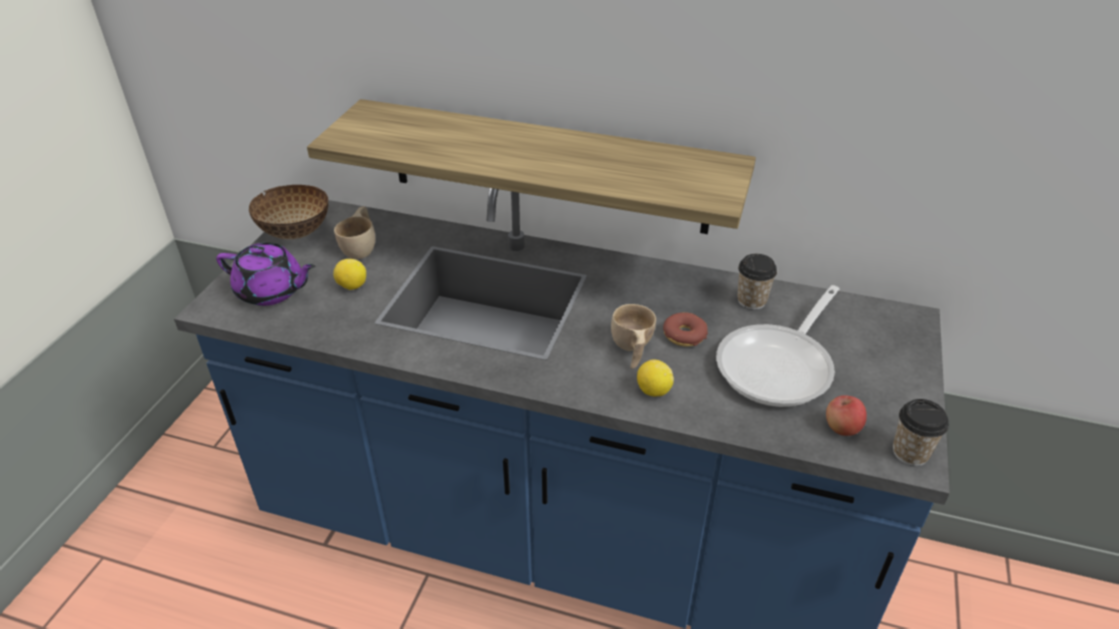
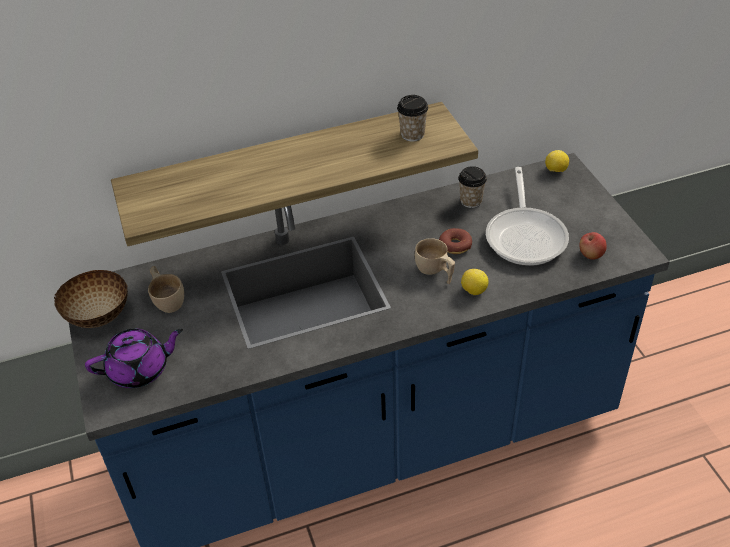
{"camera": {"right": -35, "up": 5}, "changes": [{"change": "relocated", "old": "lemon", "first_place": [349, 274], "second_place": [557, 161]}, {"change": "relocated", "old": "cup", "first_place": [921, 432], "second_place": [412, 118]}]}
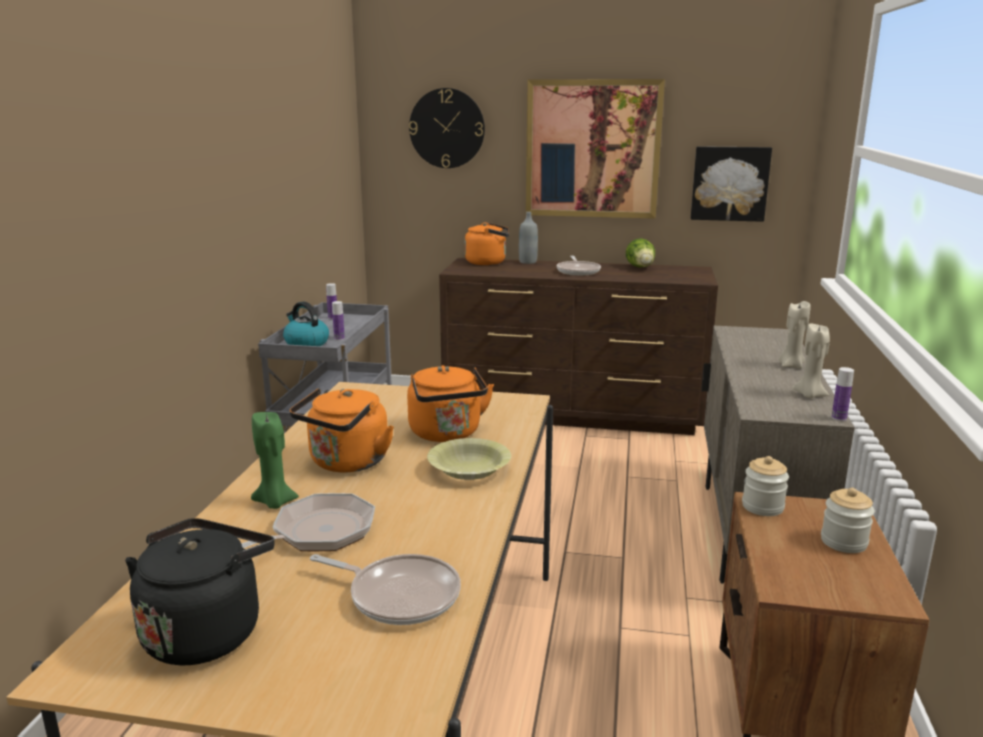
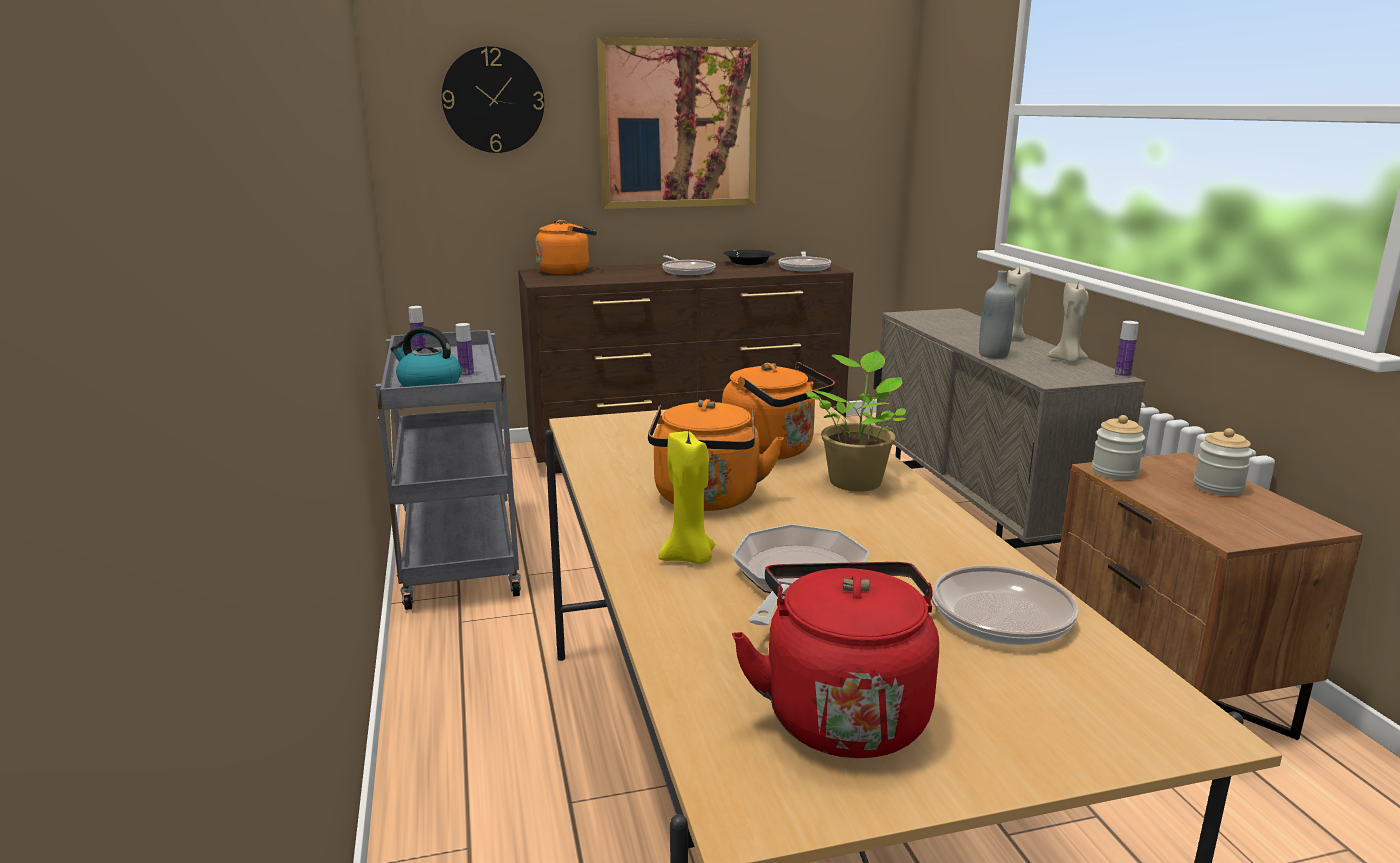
{"camera": {"right": -25, "up": 0}, "changes": [{"change": "missing", "old": "picture", "first_place": [731, 184]}, {"change": "relocated", "old": "bottle (grey)", "first_place": [528, 238], "second_place": [997, 314]}, {"change": "exchanged", "old": "lettuce", "new": "bowl (black)", "first_place": [640, 252], "second_place": [749, 257]}, {"change": "colour", "old": "candle (green)", "new": "candle (yellow)", "first_place": [275, 460], "second_place": [686, 497]}, {"change": "exchanged", "old": "bowl (yellow)", "new": "potted plant", "first_place": [469, 459], "second_place": [855, 421]}, {"change": "colour", "old": "kettle (black)", "new": "kettle (red)", "first_place": [200, 591], "second_place": [835, 660]}, {"change": "appeared", "new": "frying pan", "second_place": [805, 262]}]}
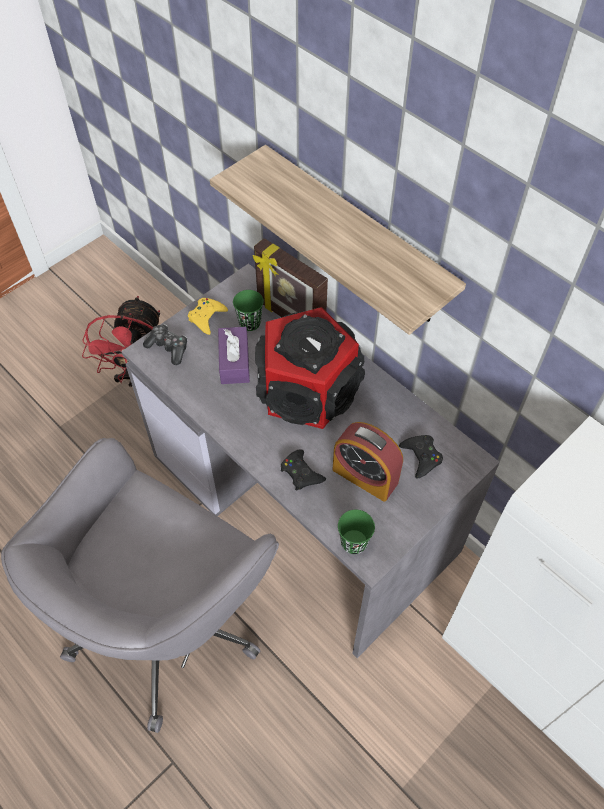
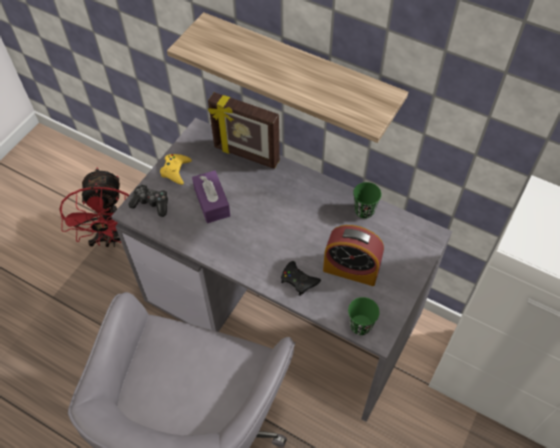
{"camera": {"right": -15, "up": 0}, "changes": [{"change": "relocated", "old": "cup (green)", "first_place": [248, 310], "second_place": [367, 200]}, {"change": "missing", "old": "speaker", "first_place": [310, 368]}, {"change": "missing", "old": "game controller (black)", "first_place": [421, 456]}]}
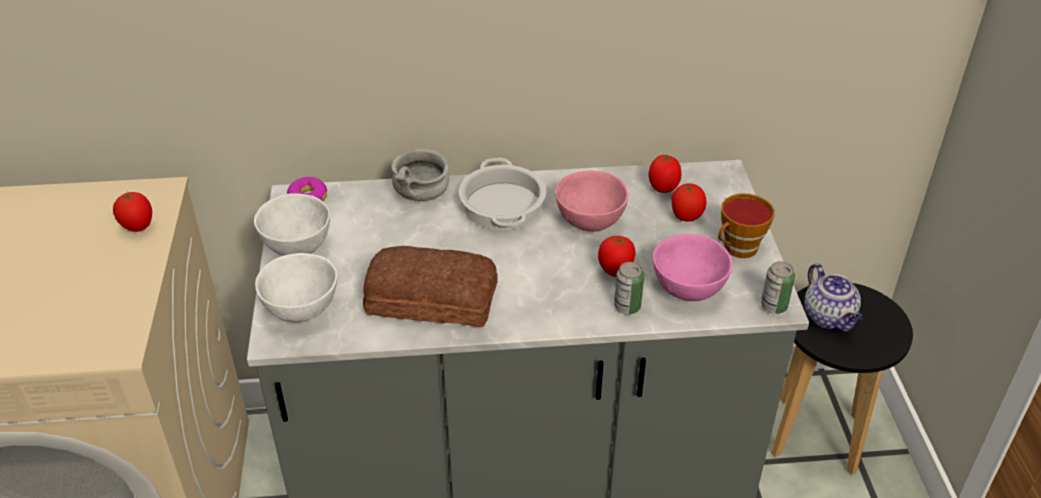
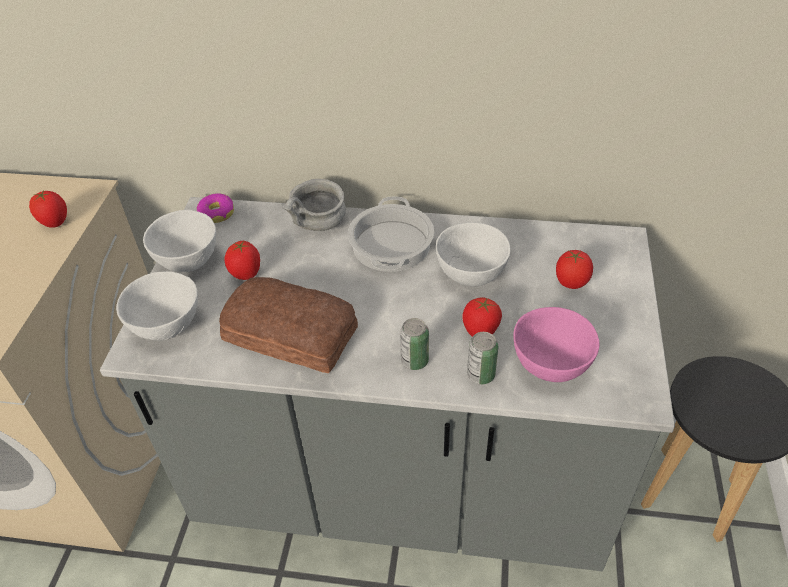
{"camera": {"right": 15, "up": 5}, "changes": [{"change": "relocated", "old": "tomato", "first_place": [664, 174], "second_place": [242, 260]}, {"change": "colour", "old": "bowl (pink)", "new": "bowl (white)", "first_place": [592, 201], "second_place": [473, 255]}, {"change": "missing", "old": "cup", "first_place": [746, 226]}, {"change": "relocated", "old": "can", "first_place": [778, 287], "second_place": [414, 344]}, {"change": "missing", "old": "teapot", "first_place": [833, 297]}]}
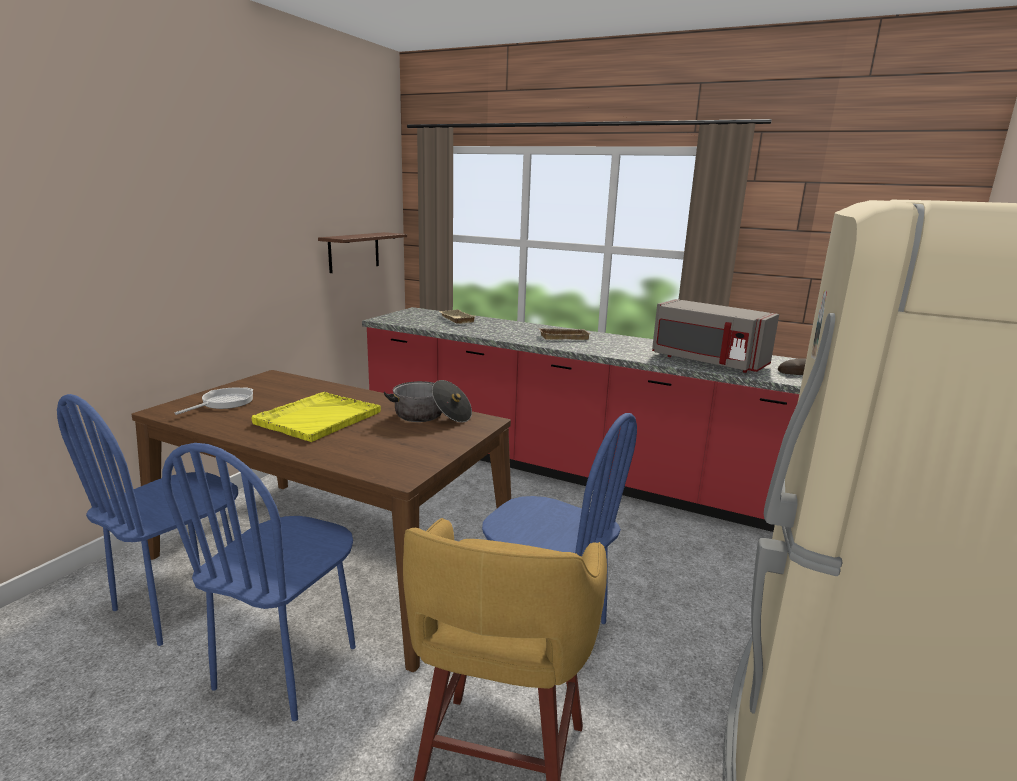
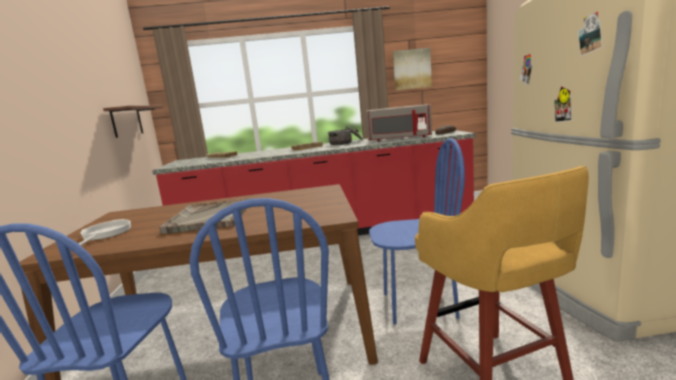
{"camera": {"right": -30, "up": -5}, "changes": [{"change": "relocated", "old": "cooking pot", "first_place": [428, 401], "second_place": [345, 135]}, {"change": "colour", "old": "tray (yellow)", "new": "tray (grey)", "first_place": [316, 417], "second_place": [204, 216]}, {"change": "appeared", "new": "picture", "second_place": [412, 69]}]}
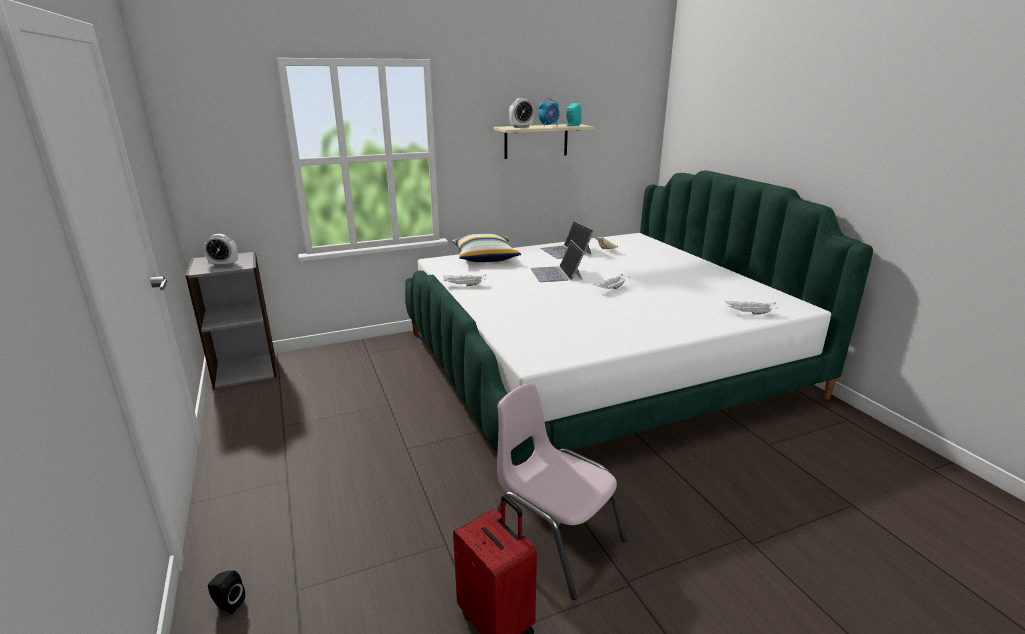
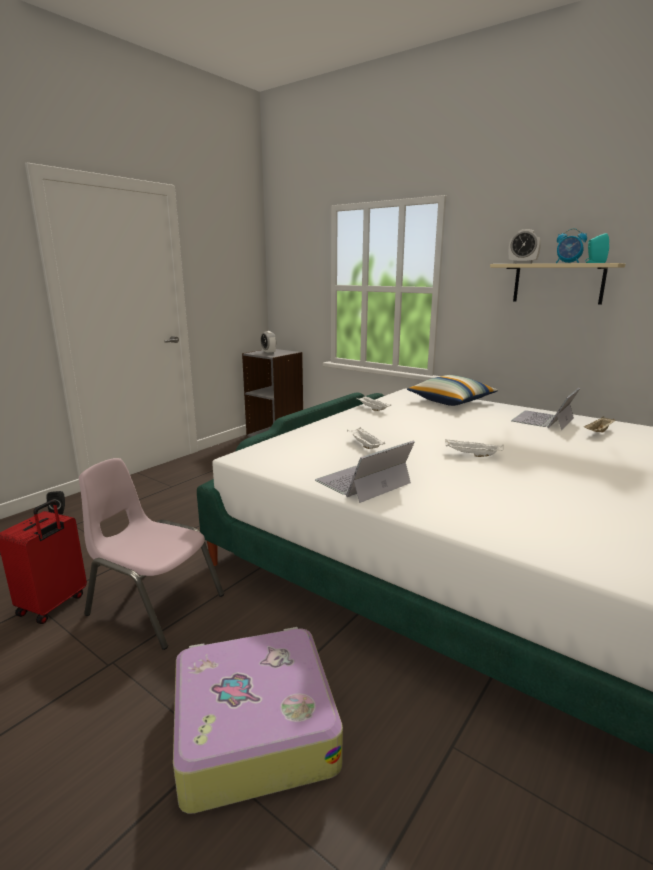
{"camera": {"right": 60, "up": -5}, "changes": [{"change": "relocated", "old": "laptop", "first_place": [557, 261], "second_place": [365, 472]}, {"change": "relocated", "old": "tray (white)", "first_place": [752, 308], "second_place": [366, 438]}, {"change": "spun", "old": "chair (pink)", "first_place": [562, 491], "second_place": [151, 554], "degrees": -75}, {"change": "appeared", "new": "suitcase", "second_place": [258, 720]}]}
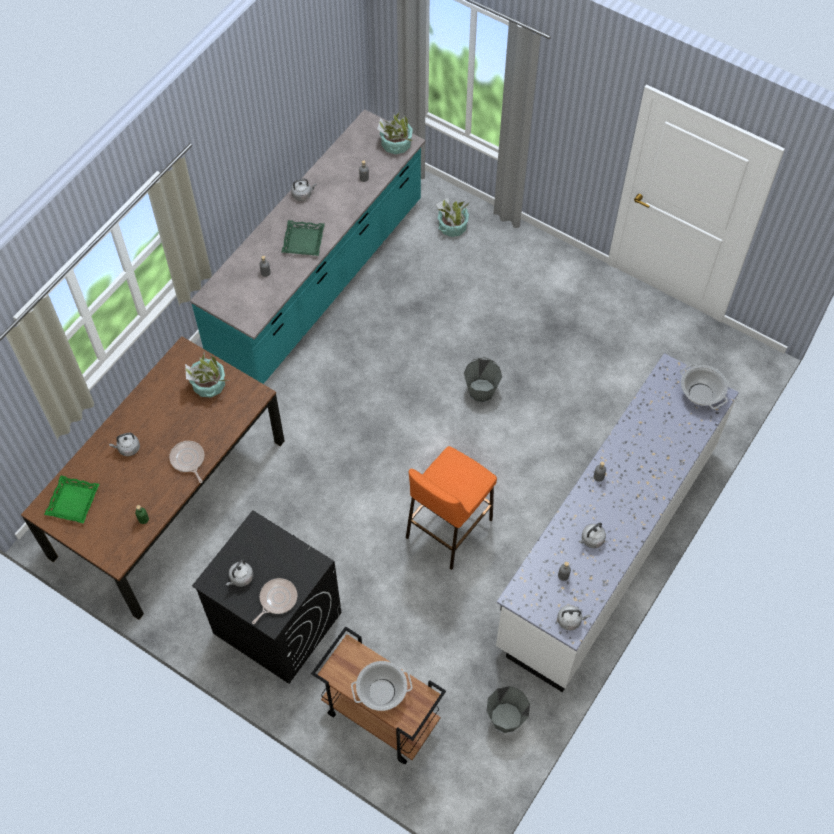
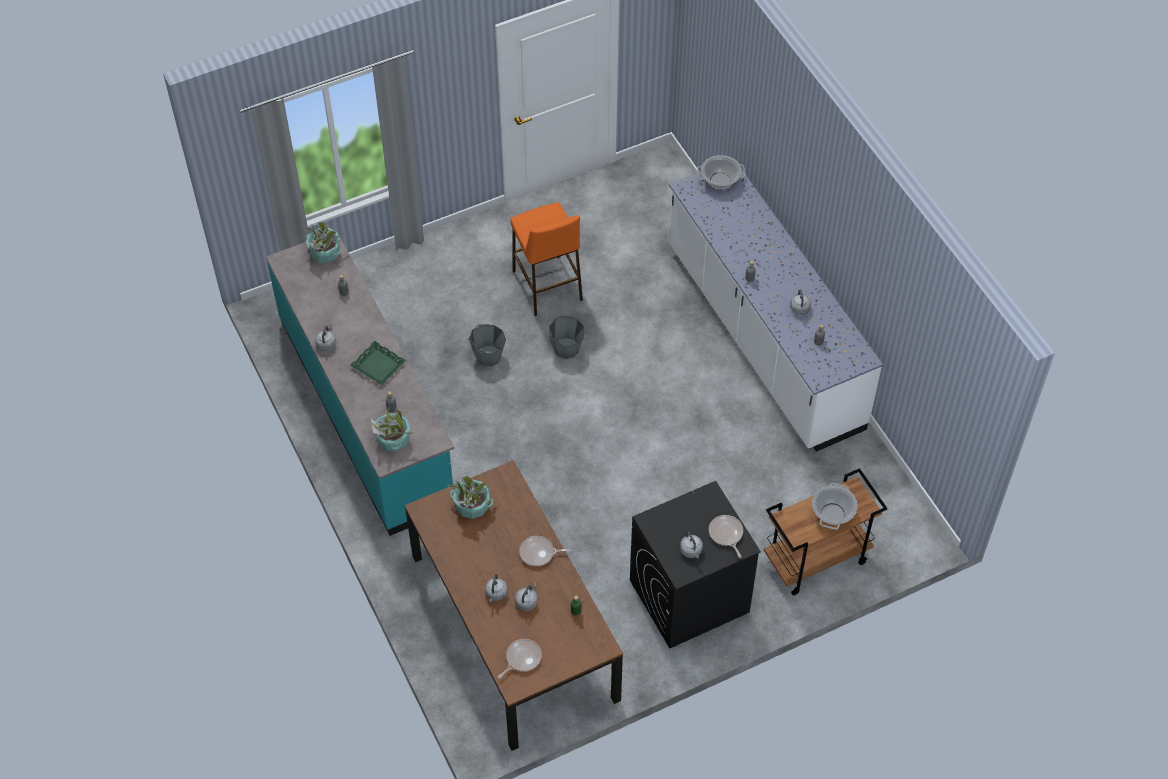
{"camera": {"right": -60, "up": -5}, "changes": [{"change": "relocated", "old": "potted plant", "first_place": [452, 217], "second_place": [394, 428]}, {"change": "relocated", "old": "stool (orange)", "first_place": [451, 508], "second_place": [547, 259]}, {"change": "exchanged", "old": "tray (green)", "new": "frying pan", "first_place": [71, 500], "second_place": [520, 659]}, {"change": "relocated", "old": "kettle (grey)", "first_place": [573, 618], "second_place": [526, 597]}, {"change": "relocated", "old": "bucket (grey)", "first_place": [508, 709], "second_place": [487, 345]}]}
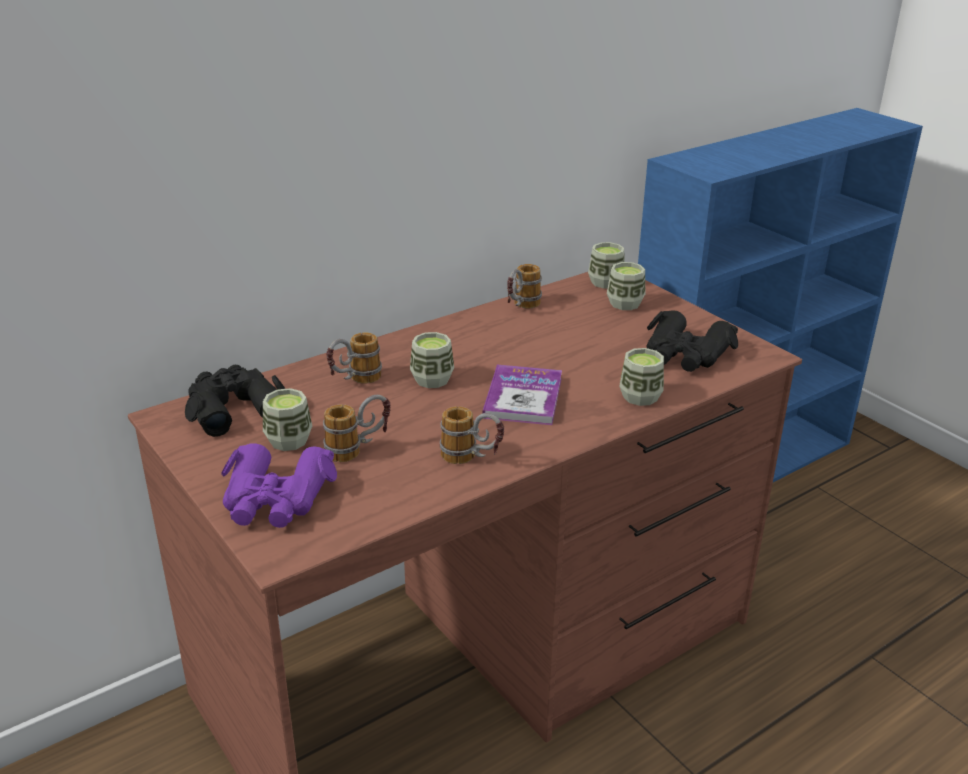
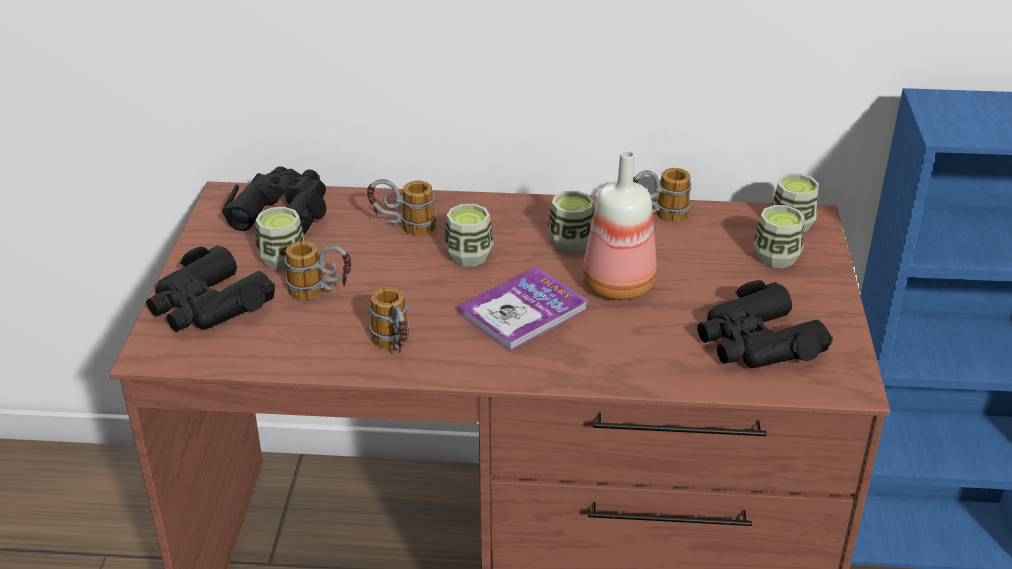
{"camera": {"right": 40, "up": 5}, "changes": [{"change": "relocated", "old": "cup", "first_place": [641, 377], "second_place": [571, 222]}, {"change": "colour", "old": "binoculars (purple)", "new": "binoculars (black)", "first_place": [279, 485], "second_place": [210, 288]}, {"change": "appeared", "new": "bottle", "second_place": [620, 225]}]}
